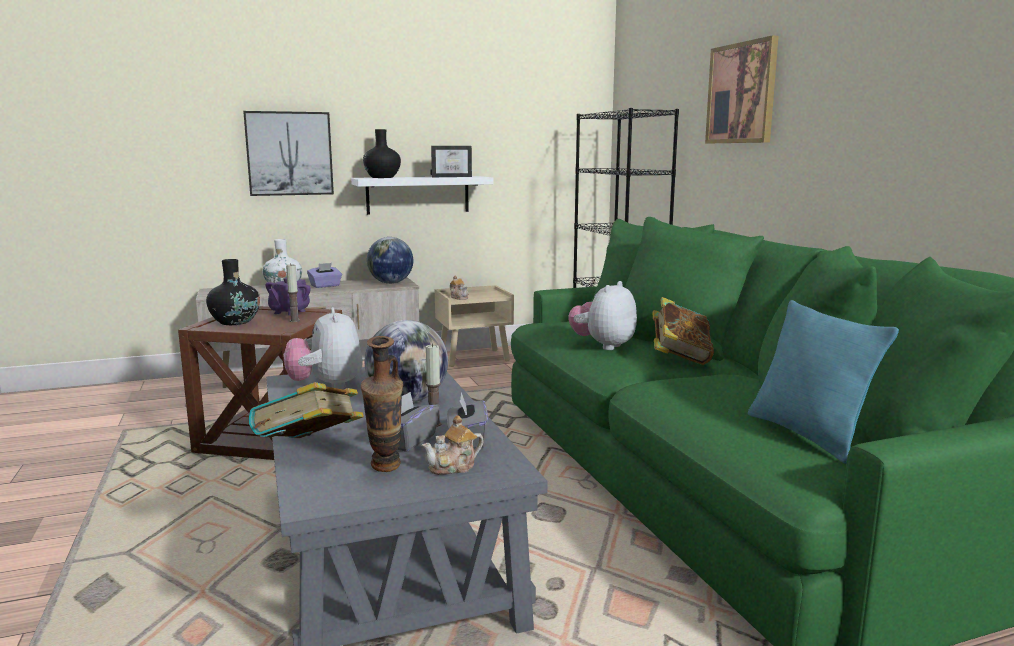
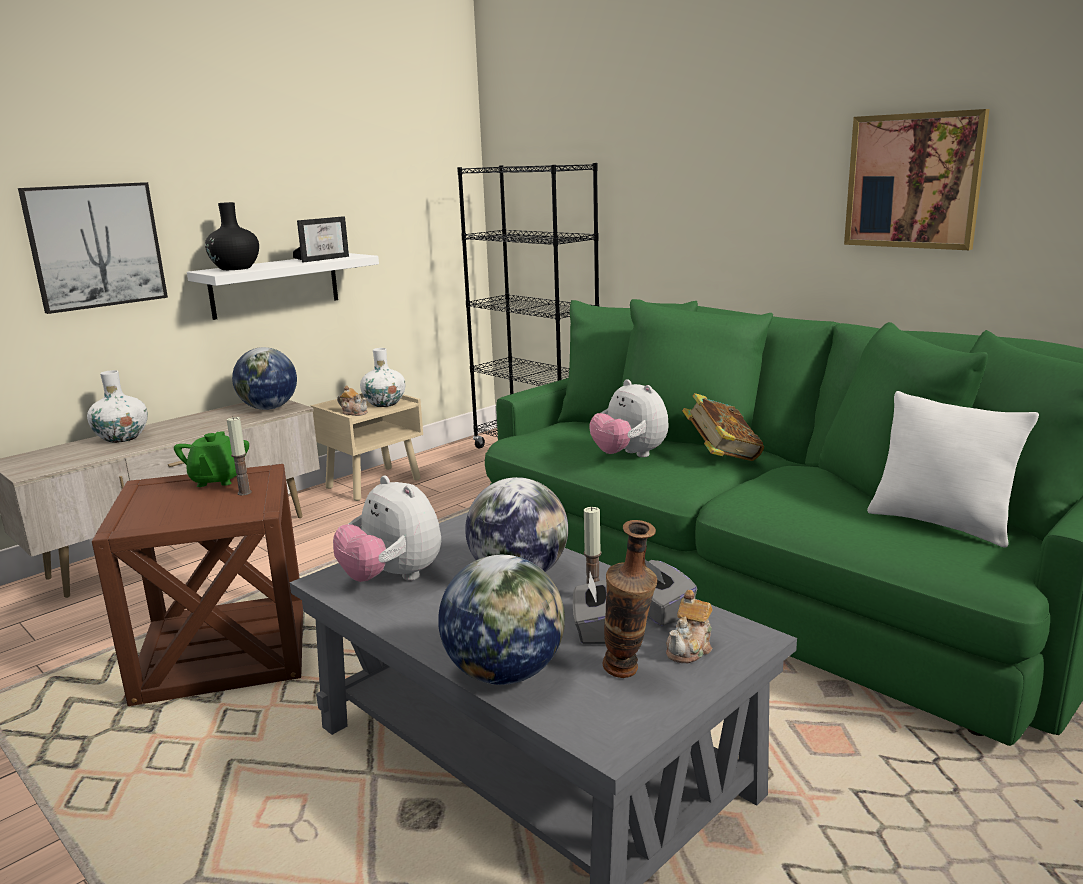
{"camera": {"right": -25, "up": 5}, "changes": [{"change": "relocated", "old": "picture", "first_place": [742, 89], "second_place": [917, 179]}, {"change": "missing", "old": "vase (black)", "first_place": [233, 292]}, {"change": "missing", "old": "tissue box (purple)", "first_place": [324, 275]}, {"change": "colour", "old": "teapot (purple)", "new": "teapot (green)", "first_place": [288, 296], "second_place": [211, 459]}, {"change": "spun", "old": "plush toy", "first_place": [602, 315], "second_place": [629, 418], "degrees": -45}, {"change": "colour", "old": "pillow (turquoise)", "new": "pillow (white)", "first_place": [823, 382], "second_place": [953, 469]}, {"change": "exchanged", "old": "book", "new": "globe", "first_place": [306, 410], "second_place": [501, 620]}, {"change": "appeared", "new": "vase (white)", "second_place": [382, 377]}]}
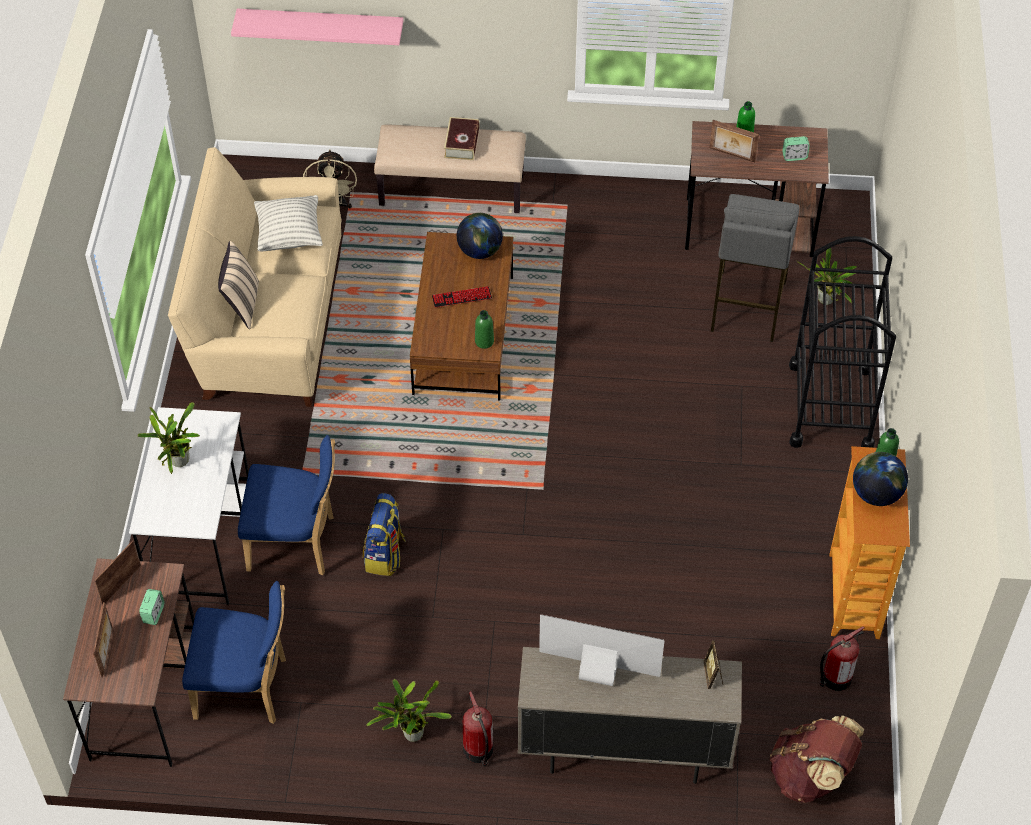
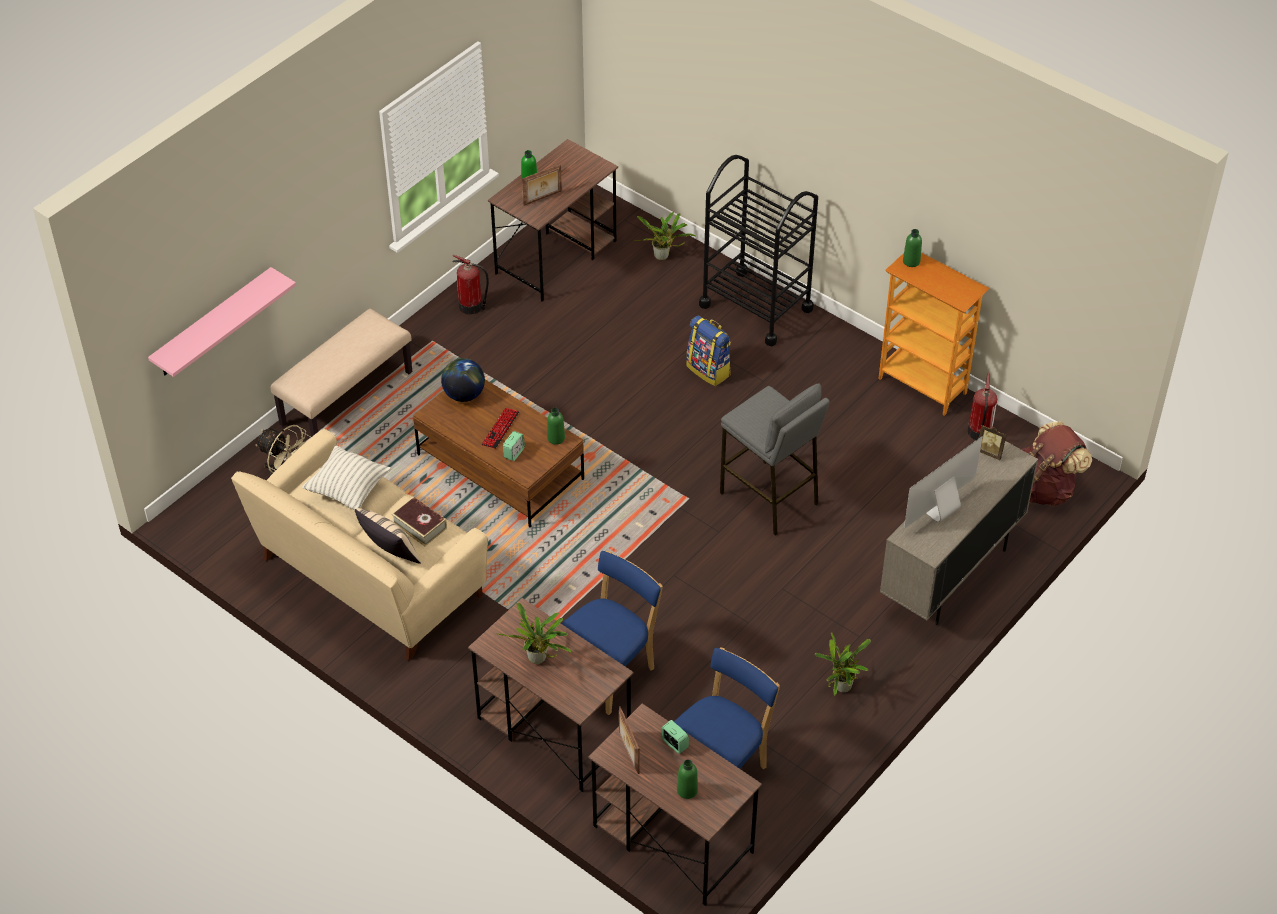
{"camera": {"right": -55, "up": -5}, "changes": [{"change": "relocated", "old": "book", "first_place": [462, 138], "second_place": [419, 521]}, {"change": "relocated", "old": "alarm clock", "first_place": [796, 148], "second_place": [514, 446]}, {"change": "relocated", "old": "stool (grey)", "first_place": [755, 268], "second_place": [775, 459]}, {"change": "colour", "old": "desk (white)", "new": "desk (brown)", "first_place": [189, 506], "second_place": [551, 695]}, {"change": "missing", "old": "globe", "first_place": [880, 479]}, {"change": "relocated", "old": "backpack", "first_place": [384, 534], "second_place": [708, 350]}, {"change": "exchanged", "old": "picture frame", "new": "bottle (green)", "first_place": [103, 639], "second_place": [687, 779]}, {"change": "relocated", "old": "fire extinguisher", "first_place": [478, 729], "second_place": [471, 285]}]}
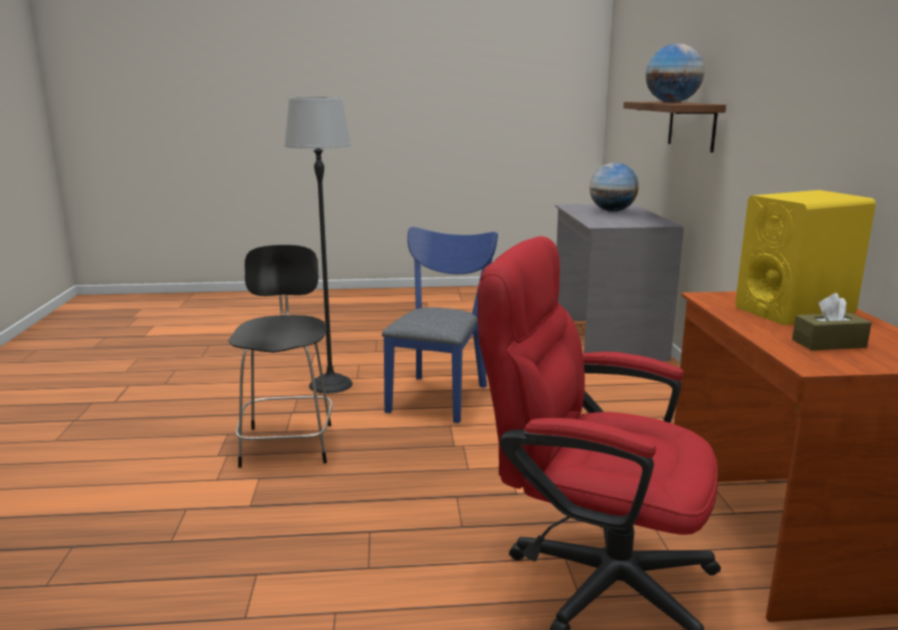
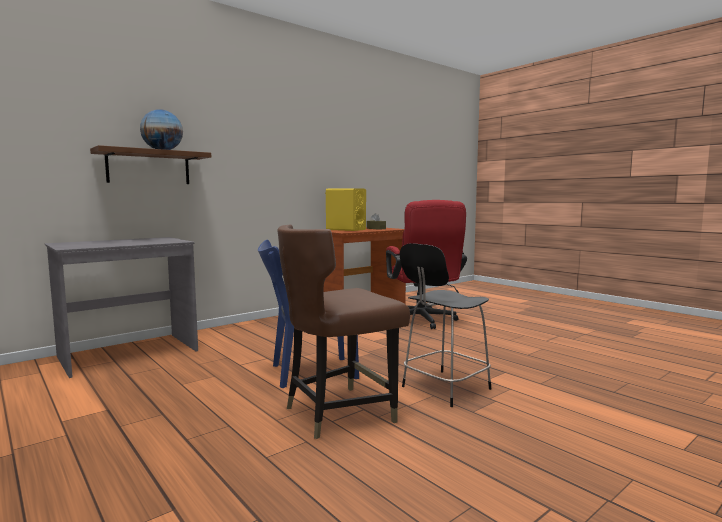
{"camera": {"right": -125, "up": -10}, "changes": [{"change": "exchanged", "old": "floor lamp", "new": "chair (brown)", "first_place": [318, 245], "second_place": [343, 332]}, {"change": "missing", "old": "globe", "first_place": [614, 187]}]}
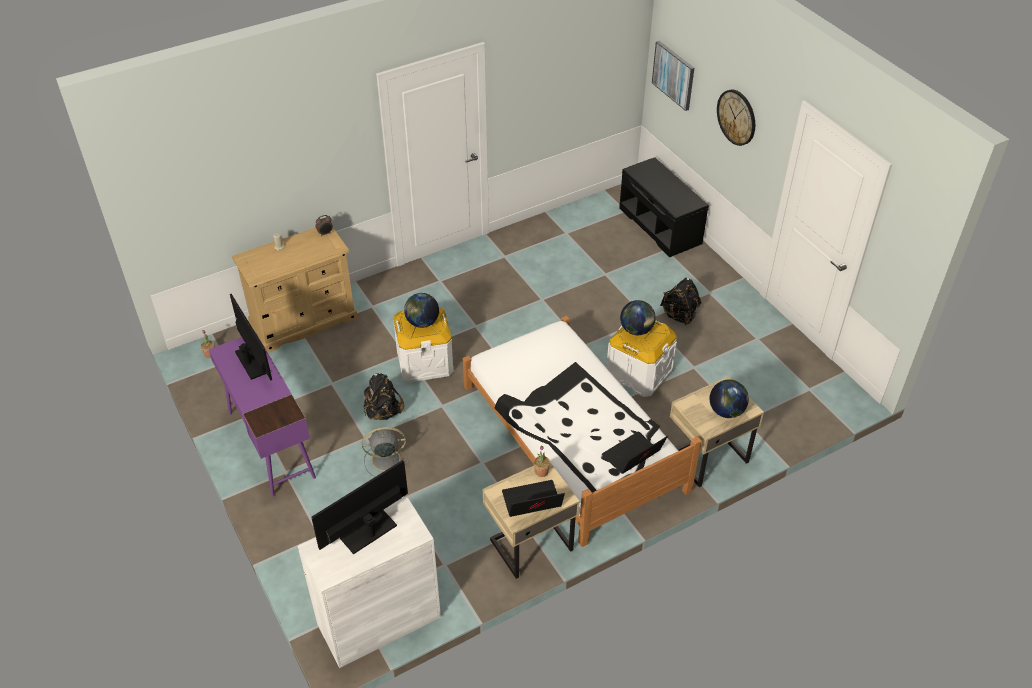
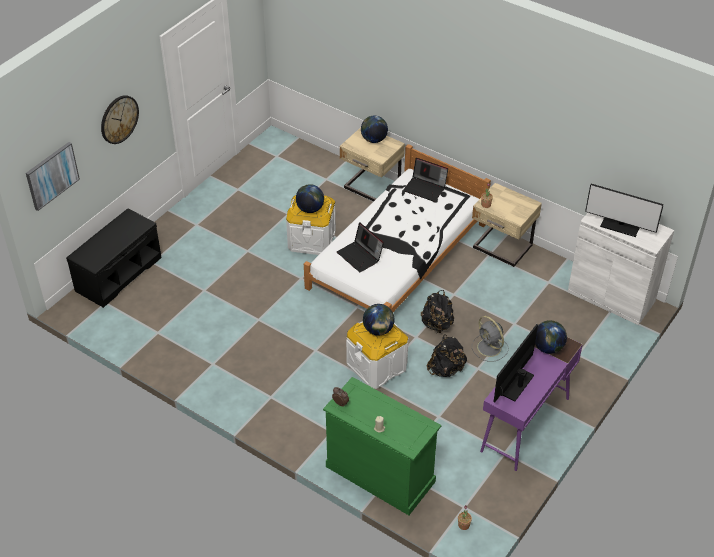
{"camera": {"right": -115, "up": 0}, "changes": [{"change": "colour", "old": "dresser (beige)", "new": "dresser (green)", "first_place": [295, 290], "second_place": [382, 446]}, {"change": "relocated", "old": "backpack (black)", "first_place": [680, 301], "second_place": [437, 311]}, {"change": "relocated", "old": "laptop", "first_place": [533, 498], "second_place": [360, 247]}, {"change": "appeared", "new": "globe", "second_place": [551, 337]}]}
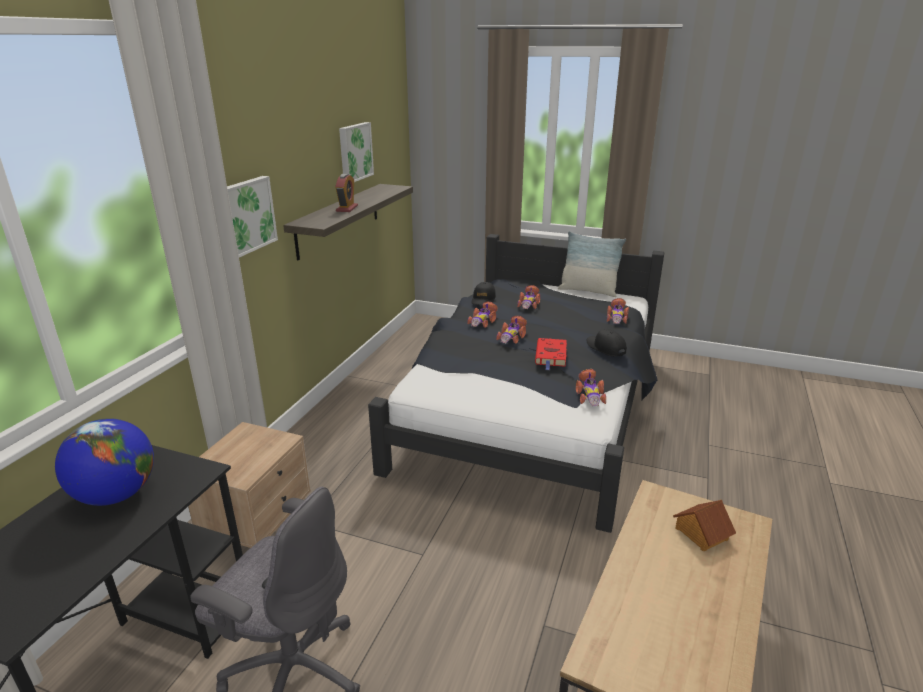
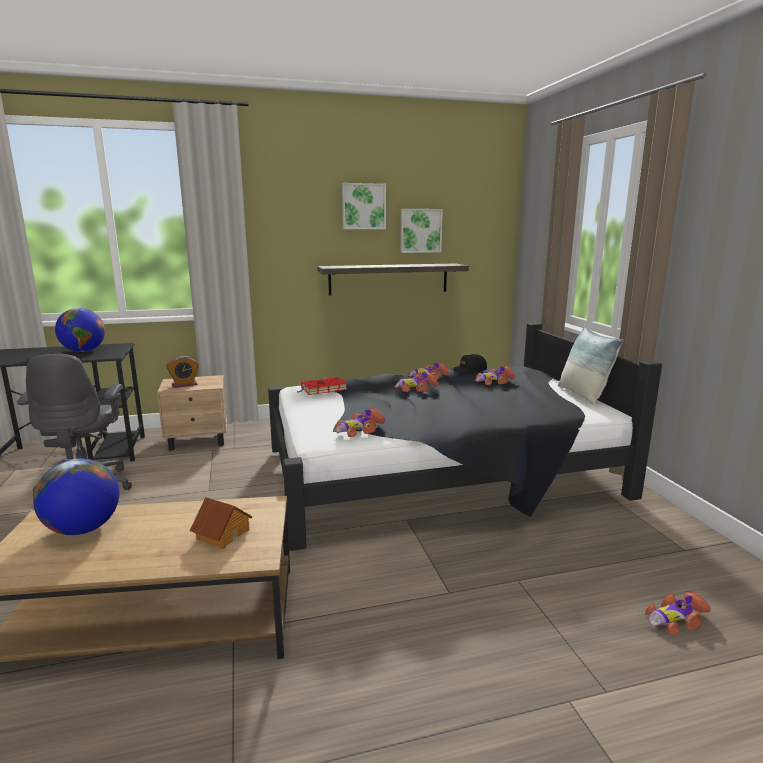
{"camera": {"right": 55, "up": -10}, "changes": [{"change": "relocated", "old": "alarm clock", "first_place": [346, 193], "second_place": [182, 372]}, {"change": "relocated", "old": "picture", "first_place": [252, 217], "second_place": [364, 206]}, {"change": "relocated", "old": "toy car", "first_place": [618, 311], "second_place": [678, 613]}, {"change": "missing", "old": "cap (black)", "first_place": [606, 343]}, {"change": "relocated", "old": "book (red)", "first_place": [551, 354], "second_place": [322, 386]}, {"change": "appeared", "new": "globe", "second_place": [76, 496]}]}
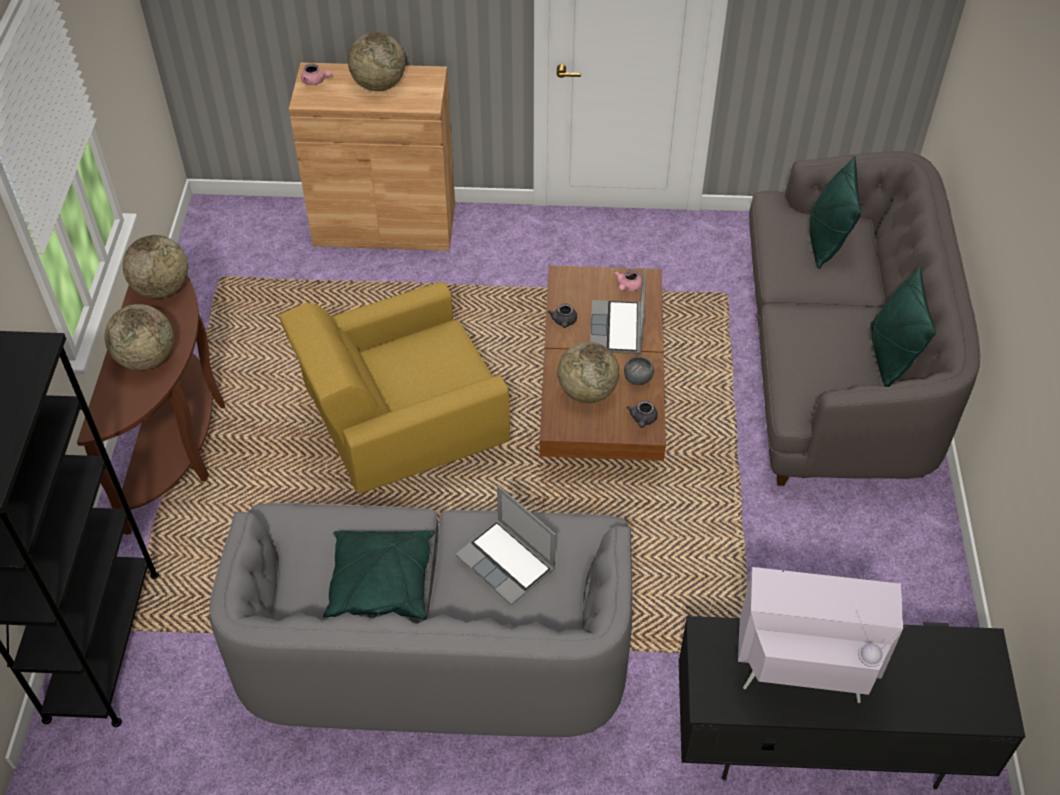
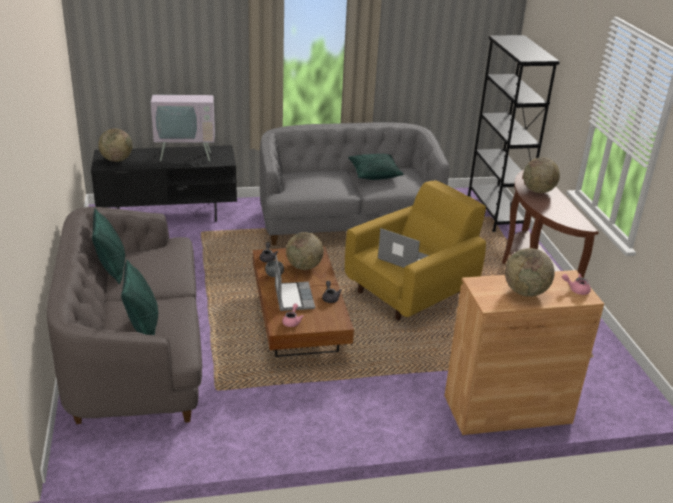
{"camera": {"right": 165, "up": -20}, "changes": [{"change": "relocated", "old": "globe", "first_place": [155, 266], "second_place": [115, 145]}, {"change": "relocated", "old": "laptop", "first_place": [506, 545], "second_place": [403, 248]}]}
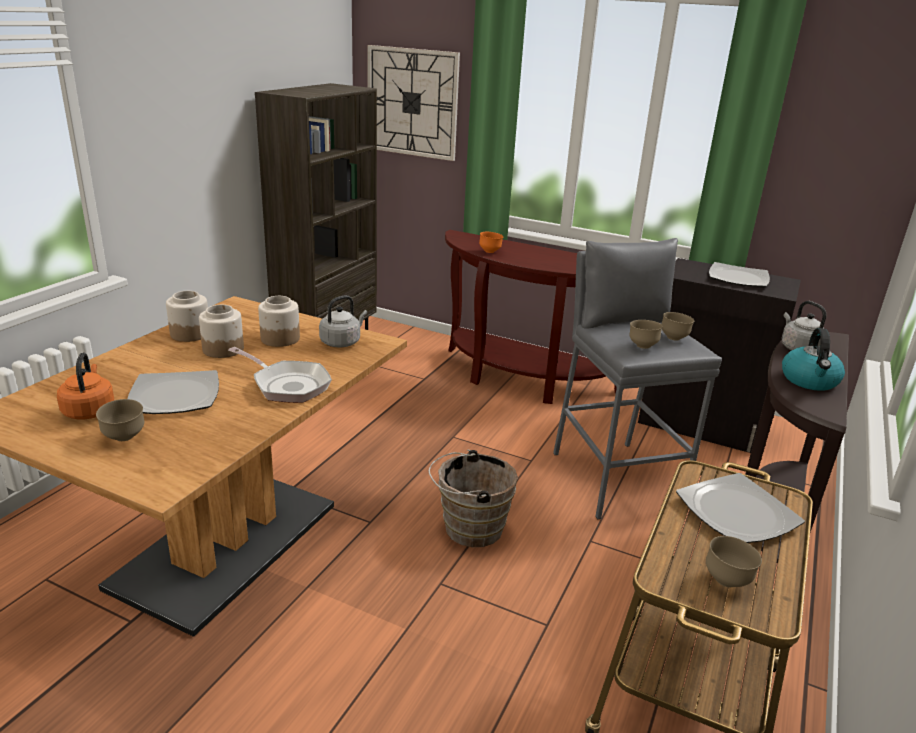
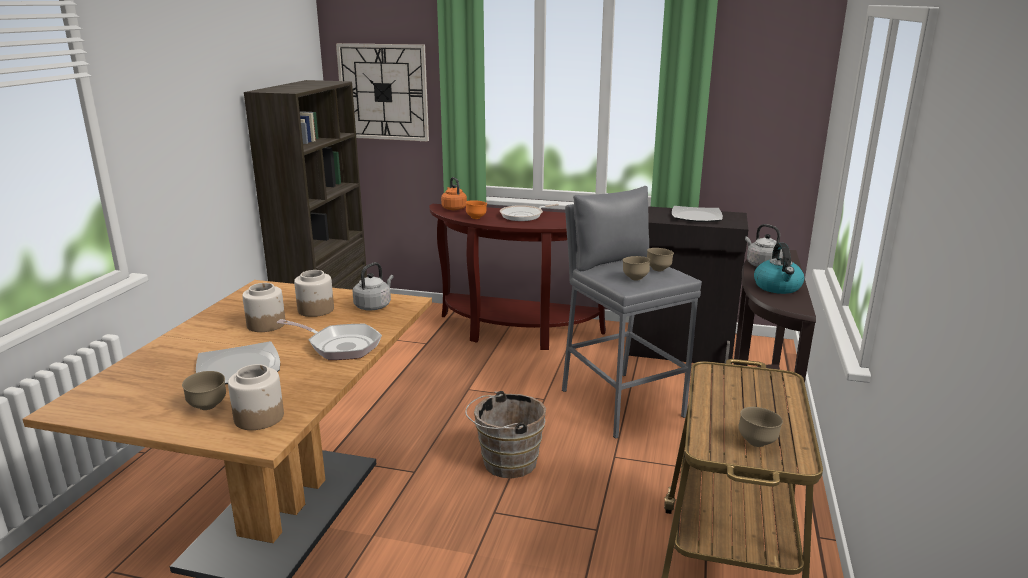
{"camera": {"right": -10, "up": -5}, "changes": [{"change": "relocated", "old": "jar", "first_place": [187, 316], "second_place": [256, 397]}, {"change": "relocated", "old": "kettle (orange)", "first_place": [85, 386], "second_place": [454, 193]}, {"change": "missing", "old": "plate", "first_place": [740, 508]}, {"change": "appeared", "new": "frying pan", "second_place": [529, 212]}]}
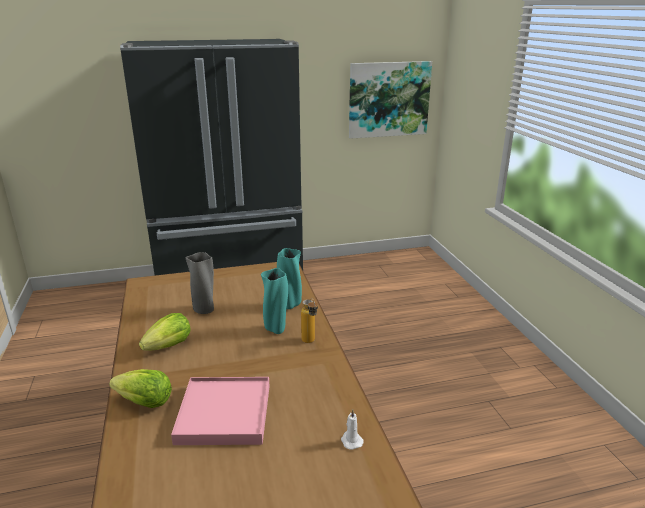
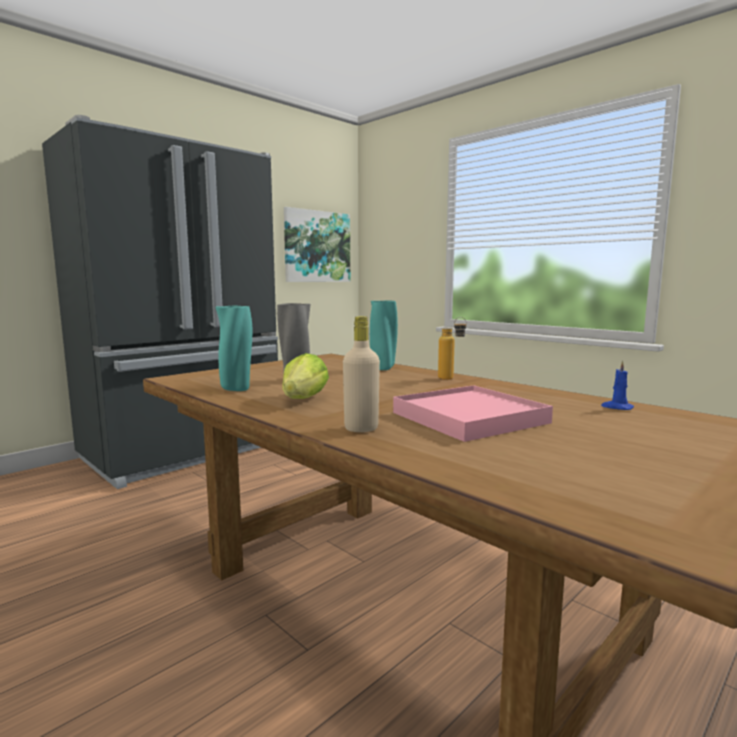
{"camera": {"right": -30, "up": -15}, "changes": [{"change": "relocated", "old": "vase (turquoise)", "first_place": [274, 301], "second_place": [234, 348]}, {"change": "exchanged", "old": "lettuce", "new": "bottle (beige)", "first_place": [140, 388], "second_place": [361, 374]}, {"change": "colour", "old": "candle (white)", "new": "candle (blue)", "first_place": [352, 429], "second_place": [617, 385]}]}
